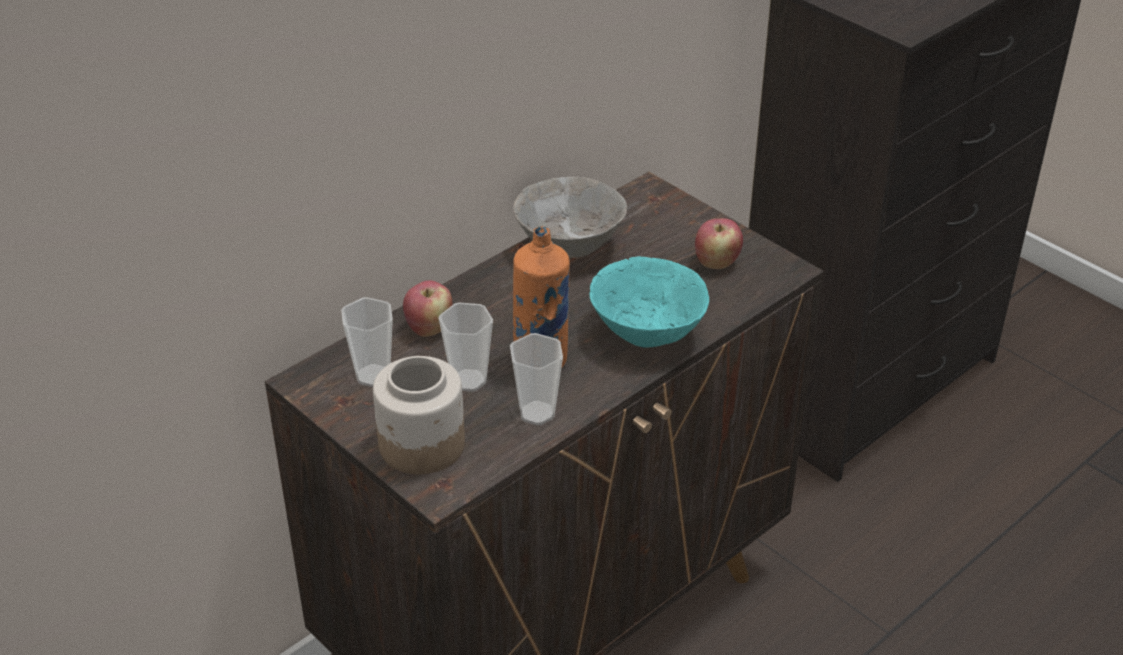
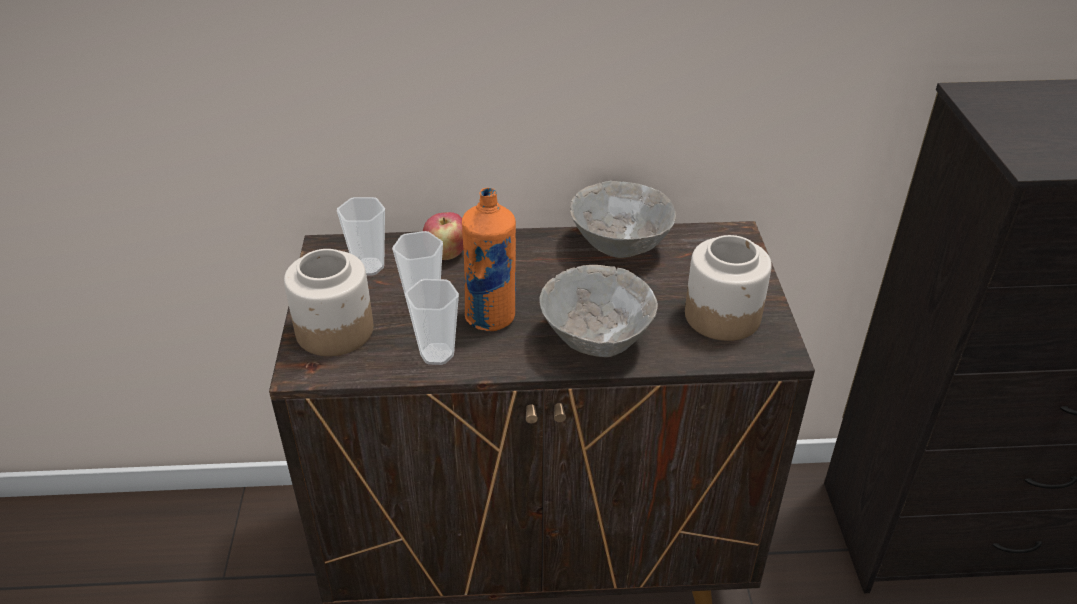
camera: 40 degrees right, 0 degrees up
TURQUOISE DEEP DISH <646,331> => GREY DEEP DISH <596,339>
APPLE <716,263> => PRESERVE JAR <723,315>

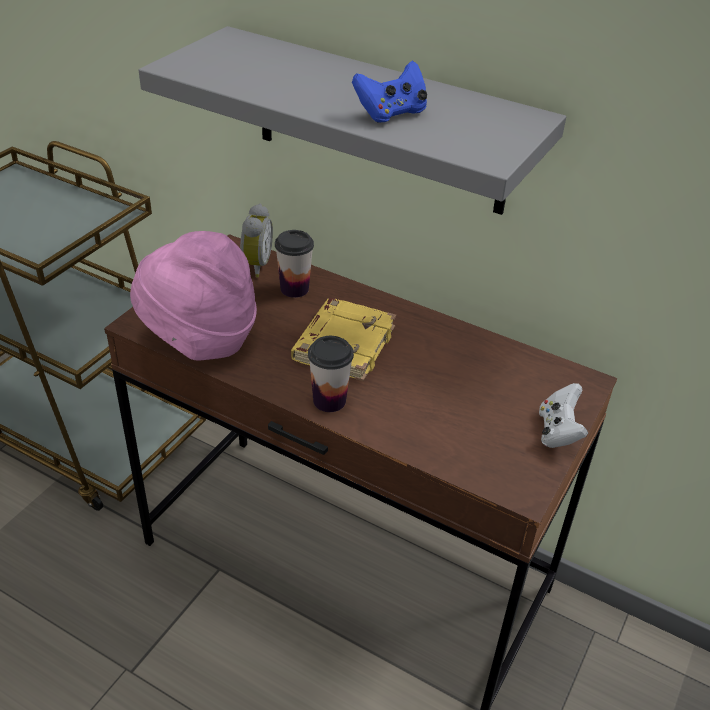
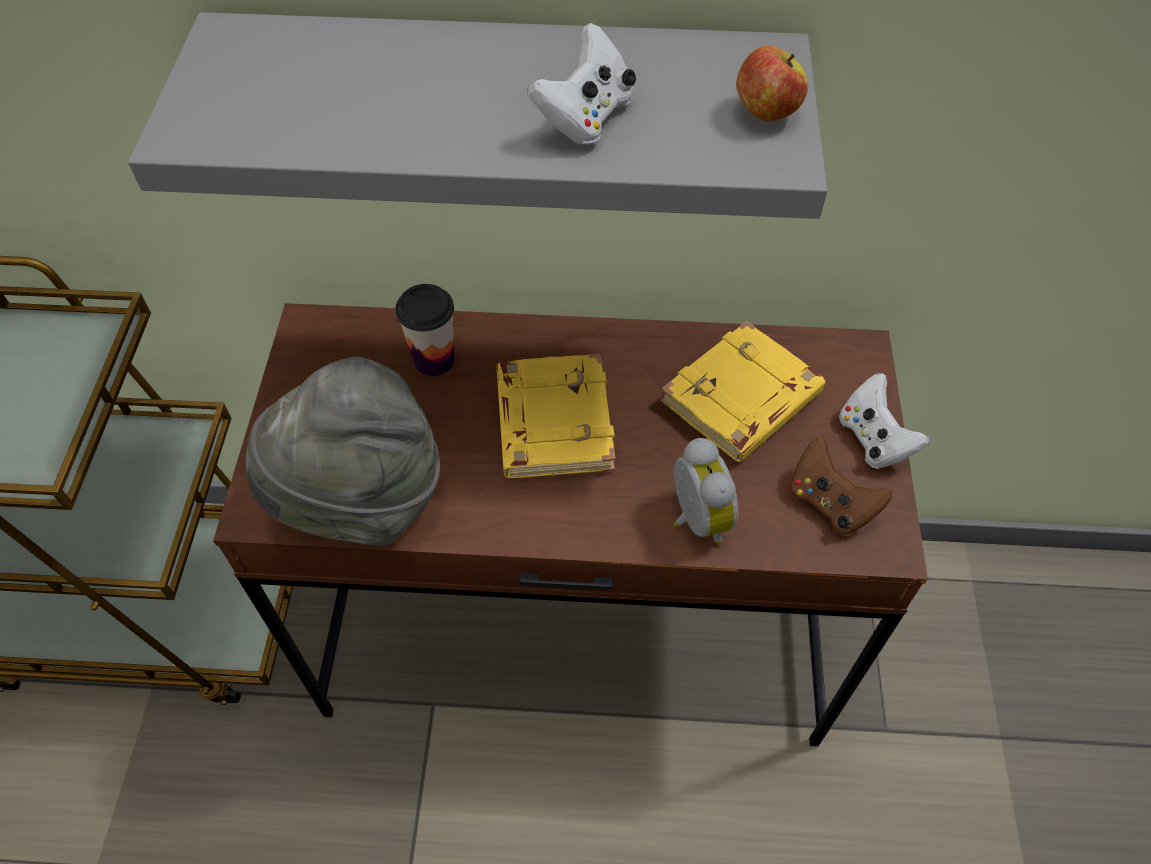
camera: 25 degrees left, 15 degrees up
PINK CLOTHING HAT <199,338> => GREY CLOTHING HAT <360,498>
TABLE CLOCK <254,265> => TABLE CLOCK <694,520>, move
CUP <329,400> => nothing
BLUISH GAME CONTROLLER <391,113> => WHITISH GAME CONTROLLER <585,117>
nothing => YELLOW-COLOURED VOLUME <741,400>
nothing => APPLE <765,112>
nothing => BROWN GAME CONTROLLER <829,503>

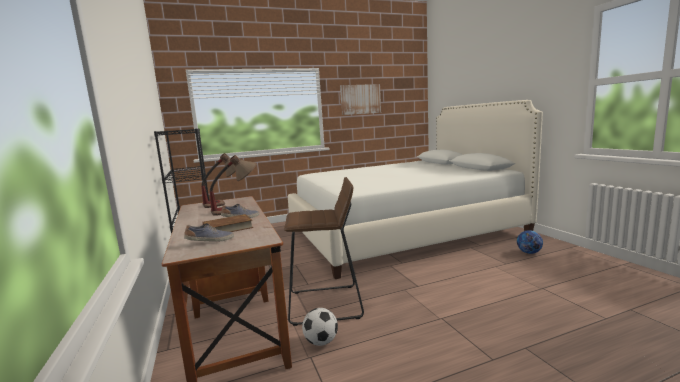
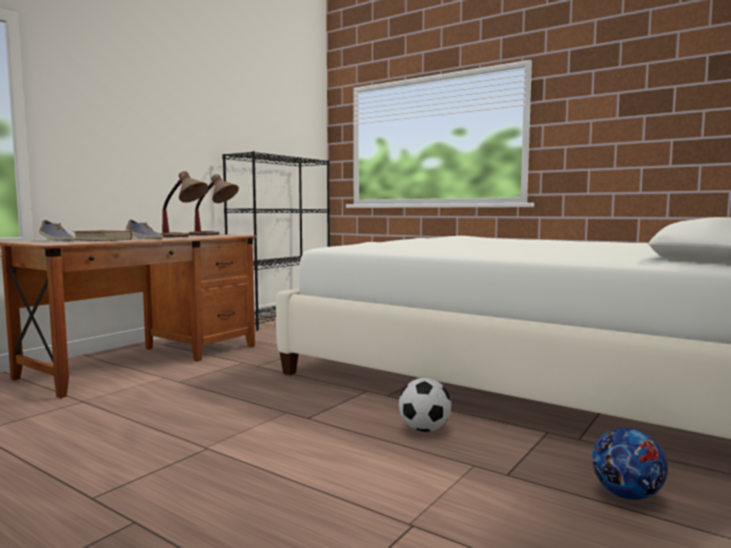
camera: 55 degrees right, 5 degrees down
BROWN STOOL SEAT <326,304> => nothing
BALL FOR FOOTBALL <321,342> => BALL FOR FOOTBALL <424,429>, move
WALL PICTURE <360,99> => nothing

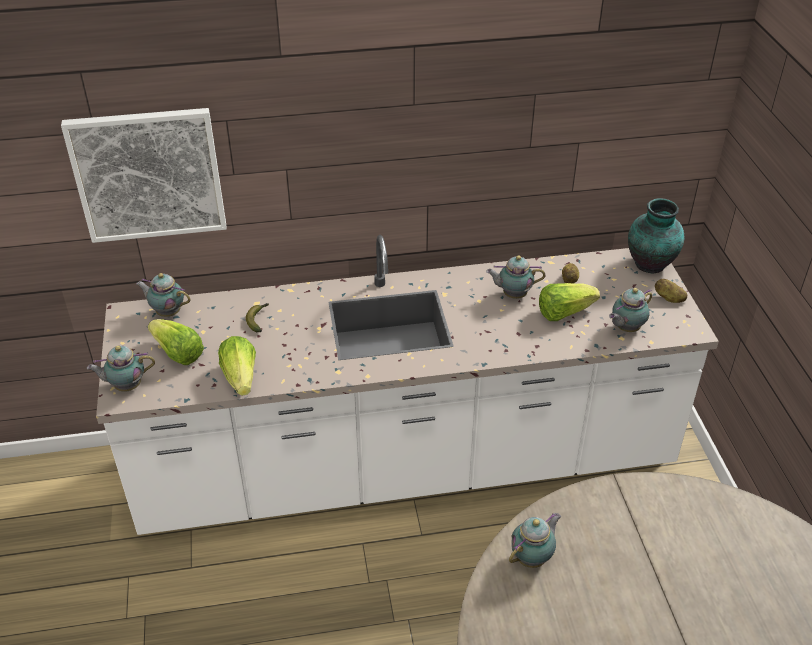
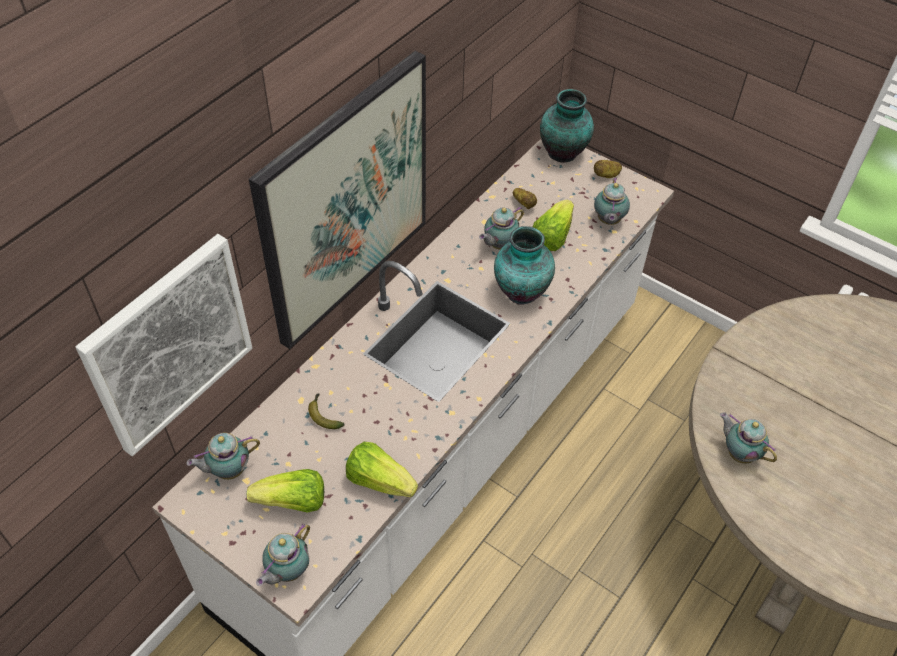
camera: 45 degrees left, 10 degrees up
TEA POT <532,558> => TEA POT <739,453>, 45 degrees counterclockwise
nothing => WALL PICTURE <345,201>
nothing => VASE <520,292>

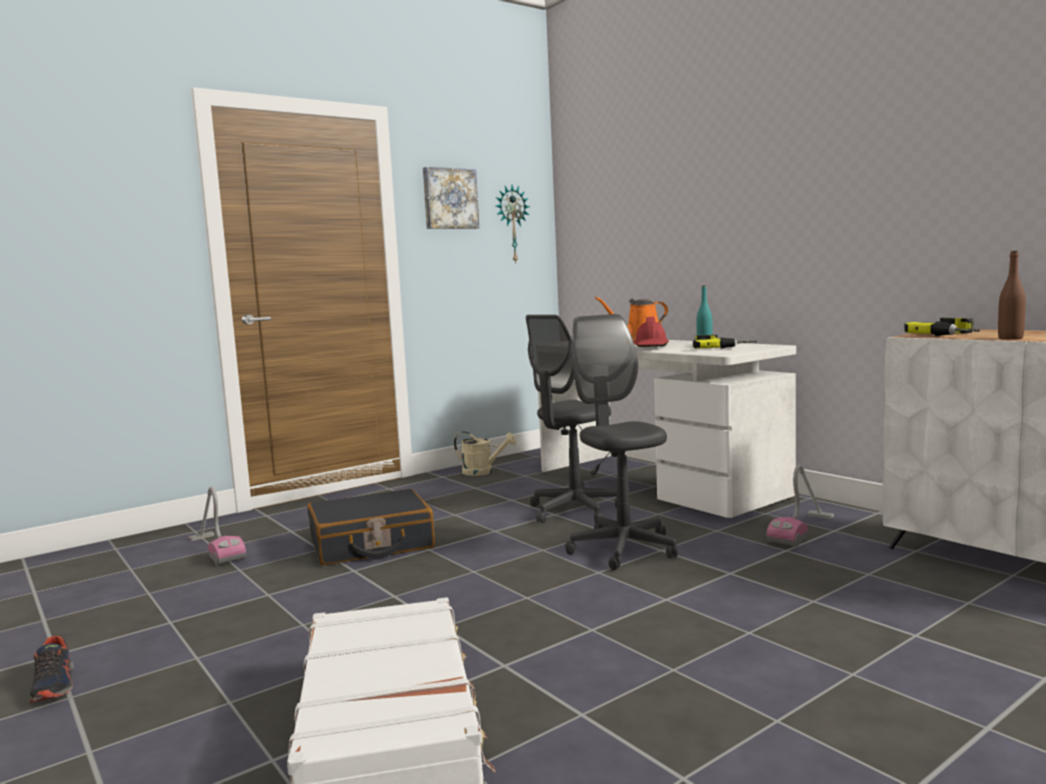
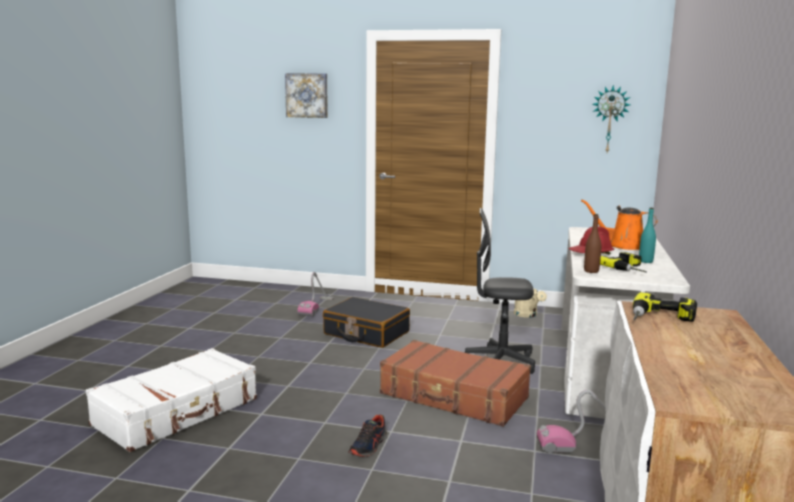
camera: 50 degrees right, 5 degrees up
ITEM OF FOOTWEAR <54,685> => ITEM OF FOOTWEAR <369,446>, move
WALL PICTURE <449,199> => WALL PICTURE <307,95>, move
GREY COMPUTER CHAIR <623,549> => BROWN TRAVEL CASE <453,396>
BROWN BEVERAGE BOTTLE <1010,338> => BROWN BEVERAGE BOTTLE <591,271>, move

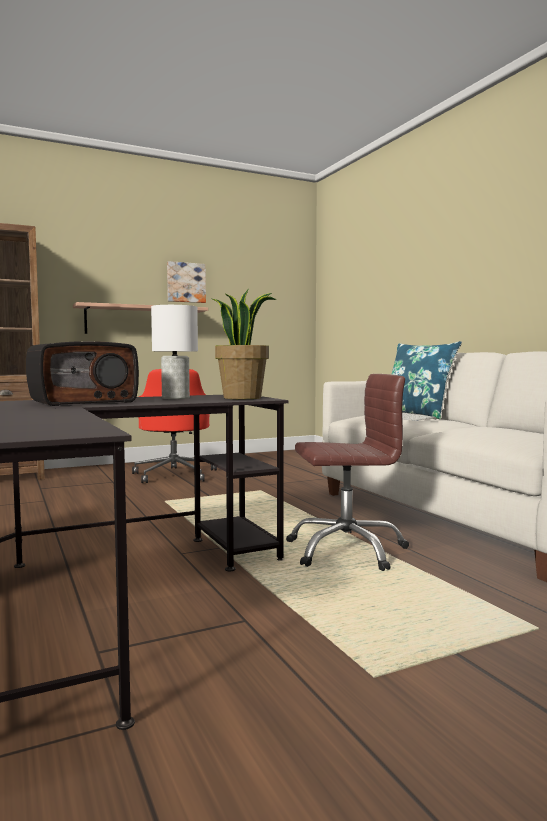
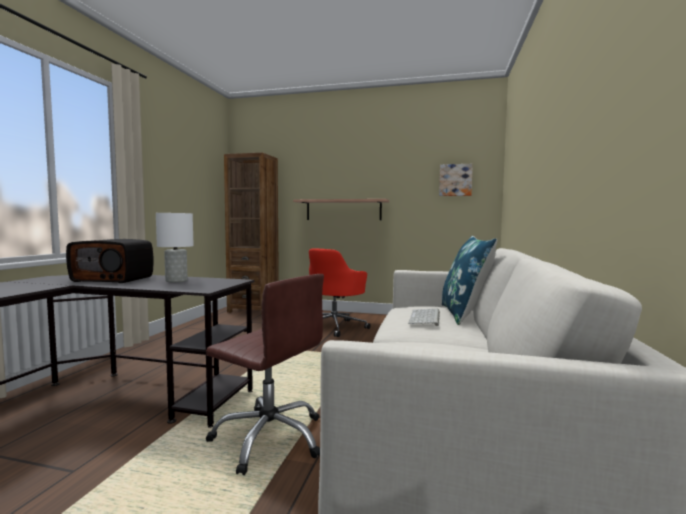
camera: 40 degrees right, 0 degrees up
WALL PICTURE <186,282> => WALL PICTURE <455,180>, move
PLANT IN A POT <242,398> => nothing

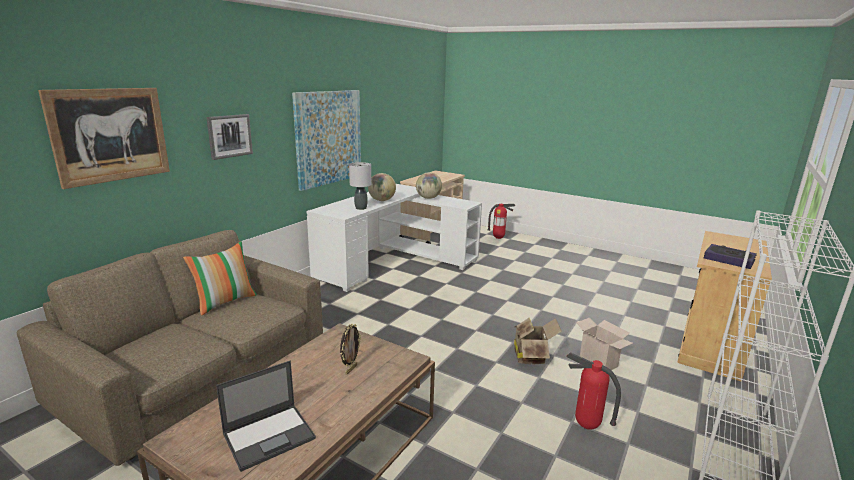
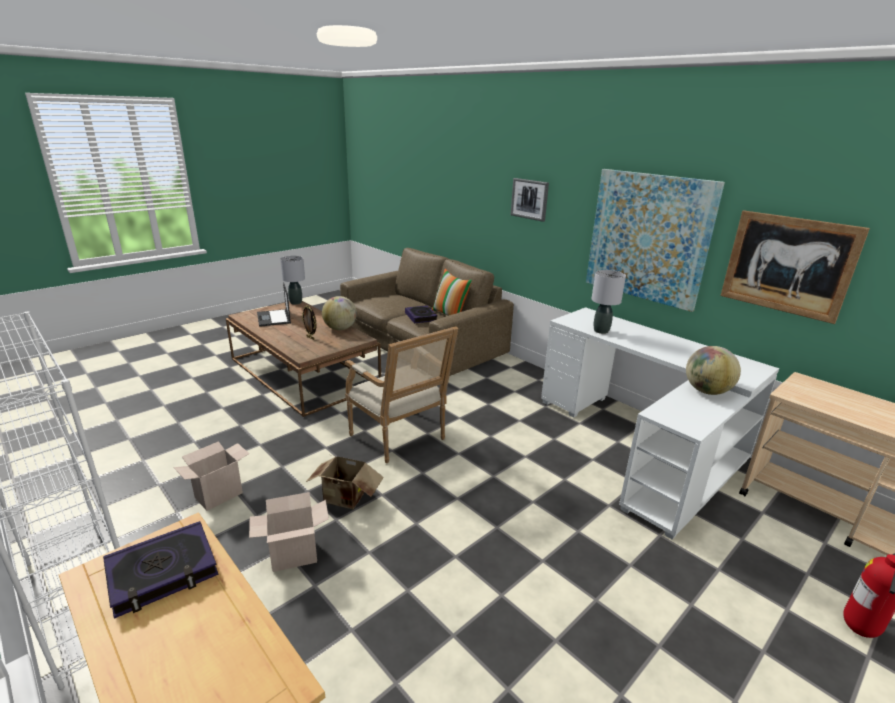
camera: 105 degrees right, 5 degrees up
WALL PICTURE <110,135> => WALL PICTURE <788,265>, move
WORLD GLOBE <381,200> => WORLD GLOBE <340,329>, move
FIRE EXTINGUISHER <586,426> => CARDBOARD BOX <219,494>
nothing => GREY TABLETOP LAMP <296,302>
nothing => ARMCHAIR <401,439>
nothing => VOLUME <421,317>

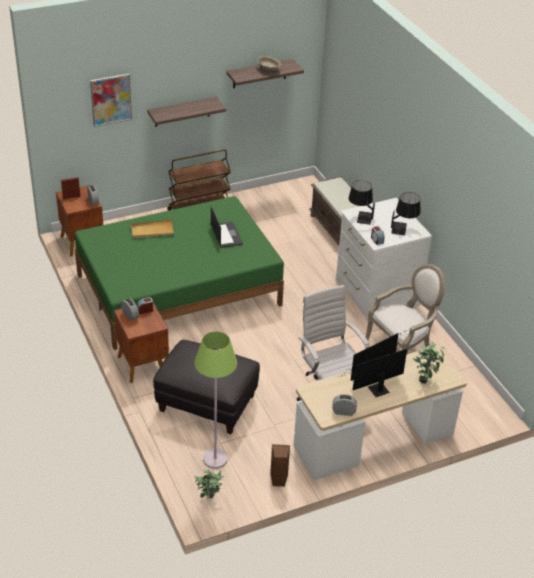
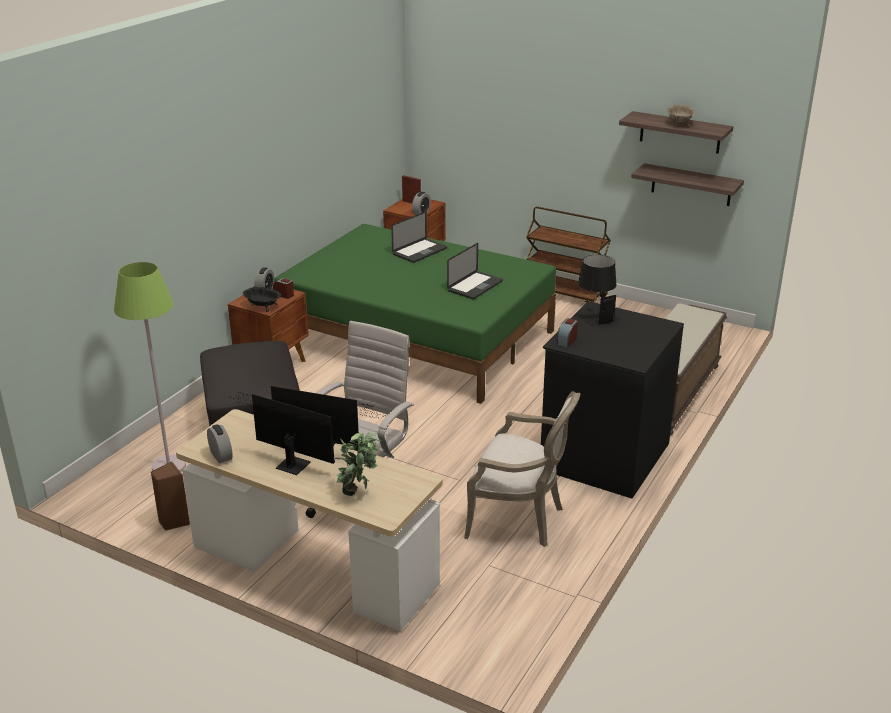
camera: 55 degrees right, 10 degrees down
WALL PICTURE <111,99> => nothing
SAND-COLOURED CARRYING TRAY <152,231> => LAPTOP <419,251>
BRACKET SHELF <182,112> => BRACKET SHELF <691,185>, move
PLANT IN A POT <209,500> => nothing
WHITISH DRAWER CHEST <376,293> => BLACK DRAWER CHEST <603,455>
BLACK TABLETOP LAMP <403,229> => nothing
nothing => BLACK DEEP DISH <263,307>

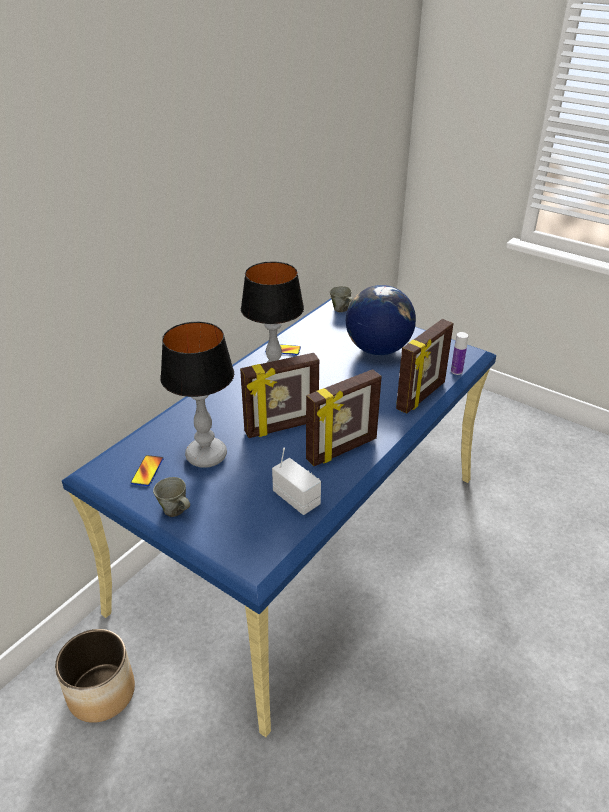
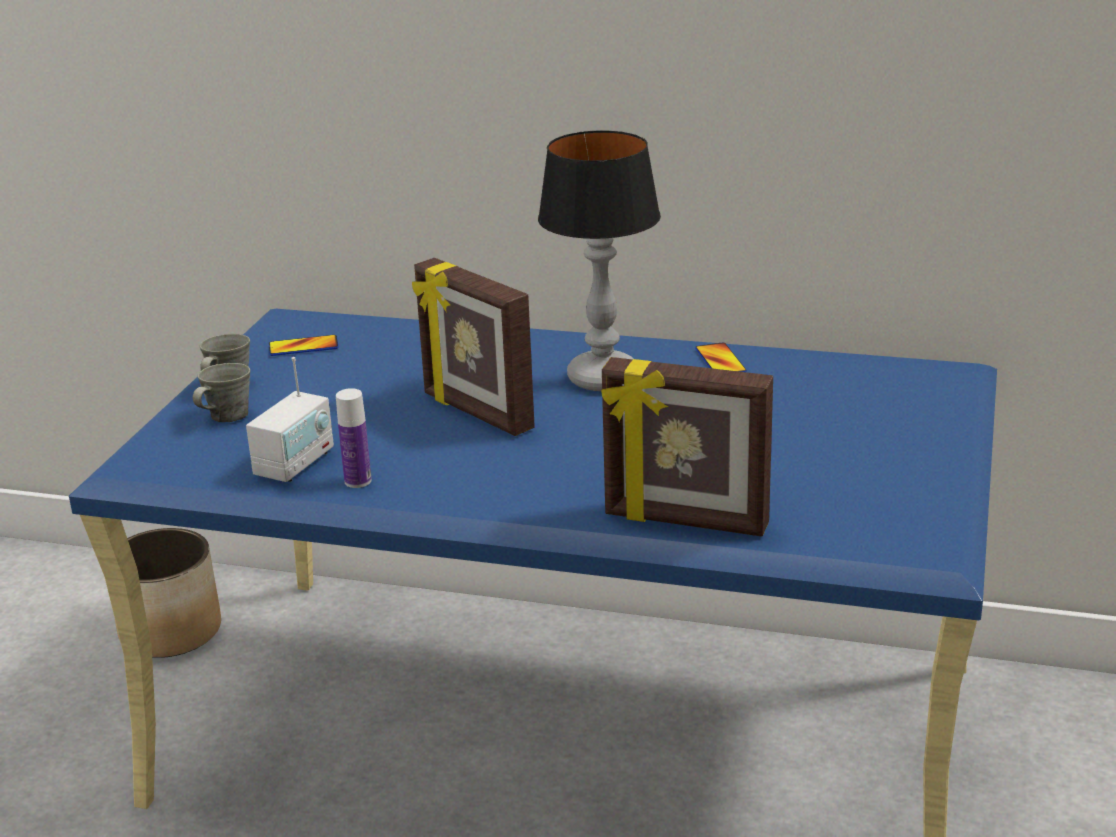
camera: 70 degrees right, 10 degrees down
TABLETOP LAMP <206,456> => nothing
PICTURE FRAME <342,450> => nothing
GREY TEA MUG <341,309> => GREY TEA MUG <227,417>, move
WORLD GLOBE <377,349> => nothing
BEVERAGE BOTTLE <456,371> => BEVERAGE BOTTLE <358,481>, move

